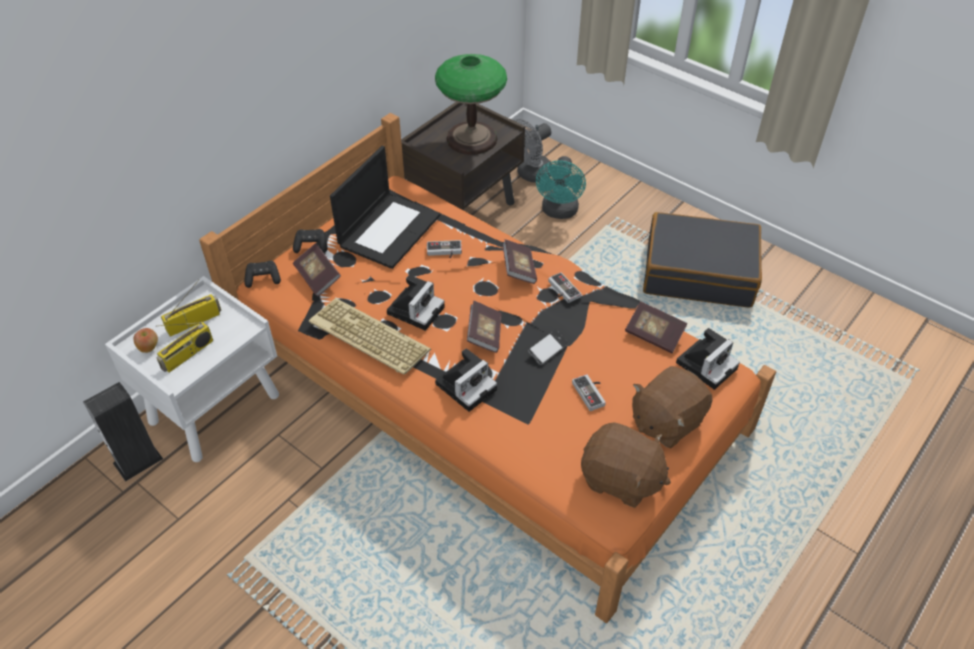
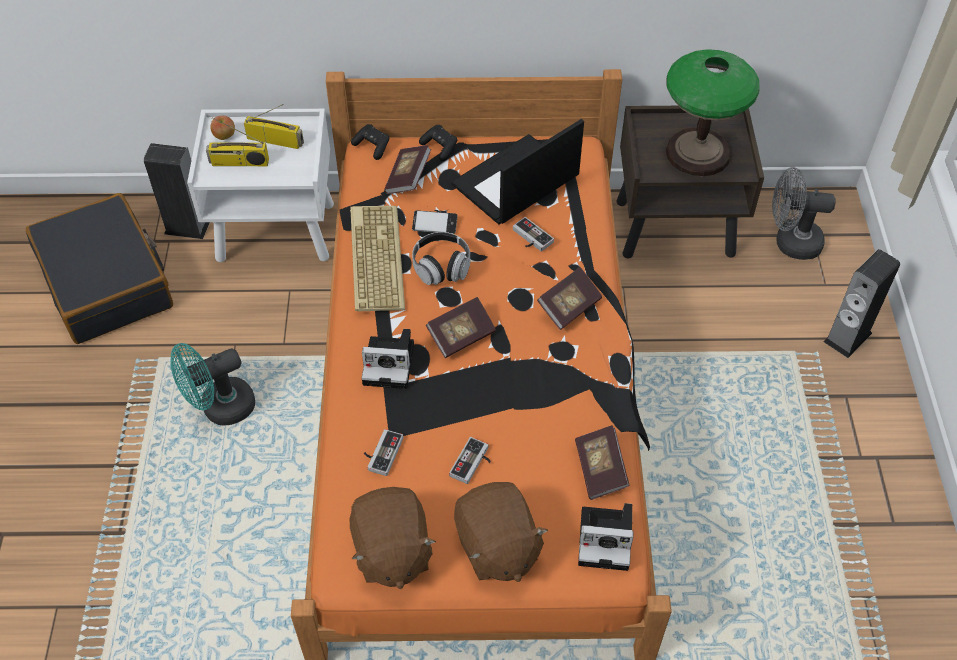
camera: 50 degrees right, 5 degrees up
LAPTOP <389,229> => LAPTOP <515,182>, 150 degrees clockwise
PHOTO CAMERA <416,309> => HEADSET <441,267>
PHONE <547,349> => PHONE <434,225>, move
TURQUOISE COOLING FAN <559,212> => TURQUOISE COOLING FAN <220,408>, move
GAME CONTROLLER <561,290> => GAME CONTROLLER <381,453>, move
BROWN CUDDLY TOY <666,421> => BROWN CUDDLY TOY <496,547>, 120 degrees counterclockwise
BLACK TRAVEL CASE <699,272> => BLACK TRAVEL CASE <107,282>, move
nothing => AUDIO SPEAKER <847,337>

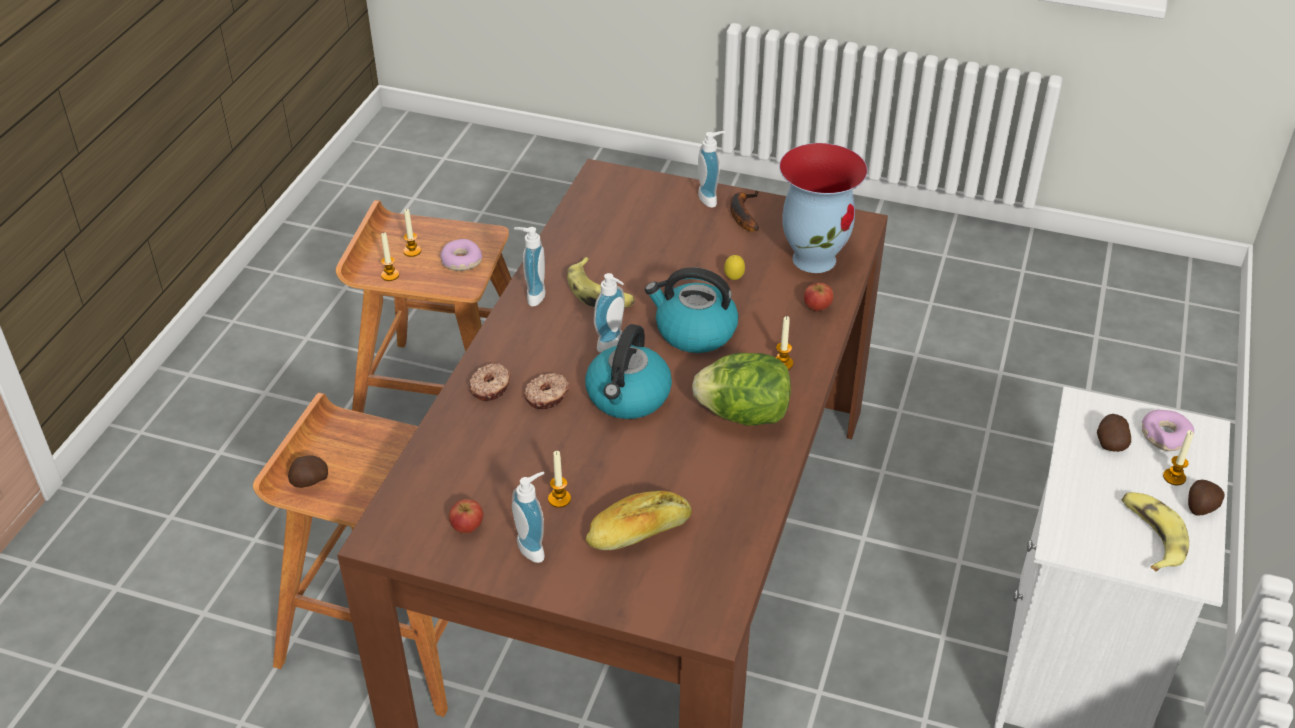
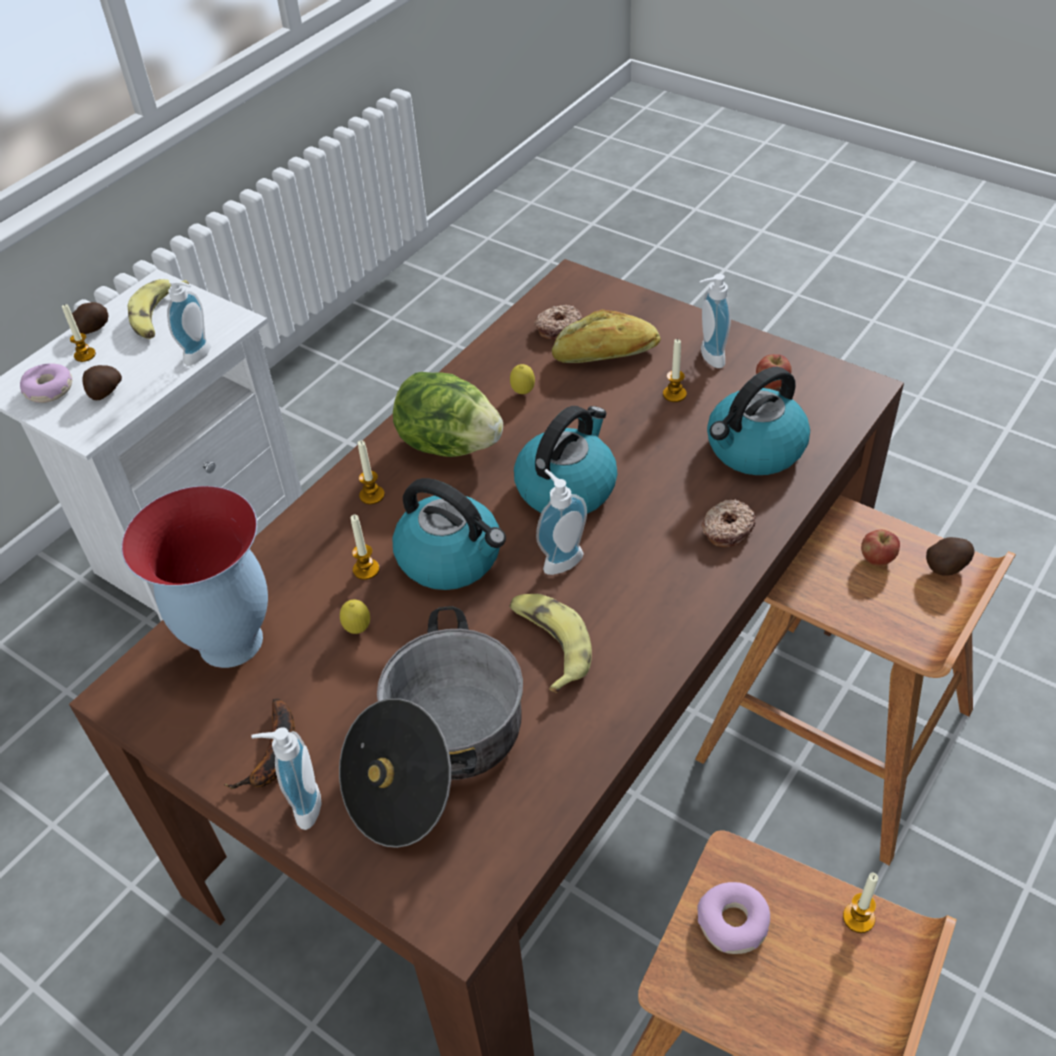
camera: 160 degrees left, 5 degrees up
WAX LIGHT <412,251> => WAX LIGHT <366,569>, move
SOAP DISPENSER <532,295> => SOAP DISPENSER <201,356>, move
RING DOUGHNUT <547,396> => RING DOUGHNUT <558,327>, move
APPLE <817,307> => APPLE <877,559>, move
nothing => STOCKPOT <436,753>
nothing => WHOLE LEMON <523,393>
nothing => WATER KETTLE <754,449>

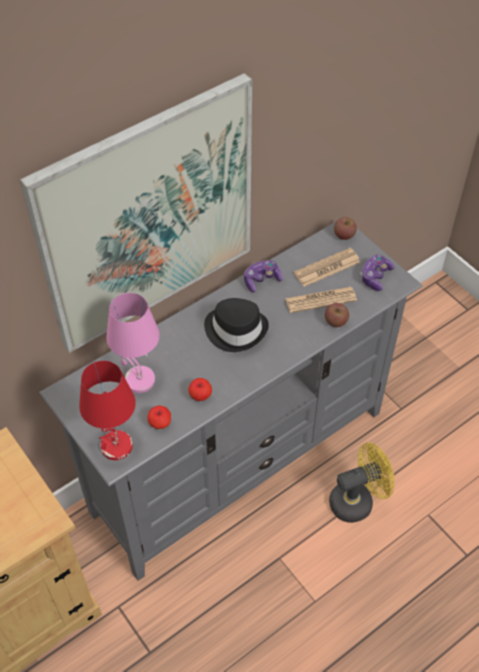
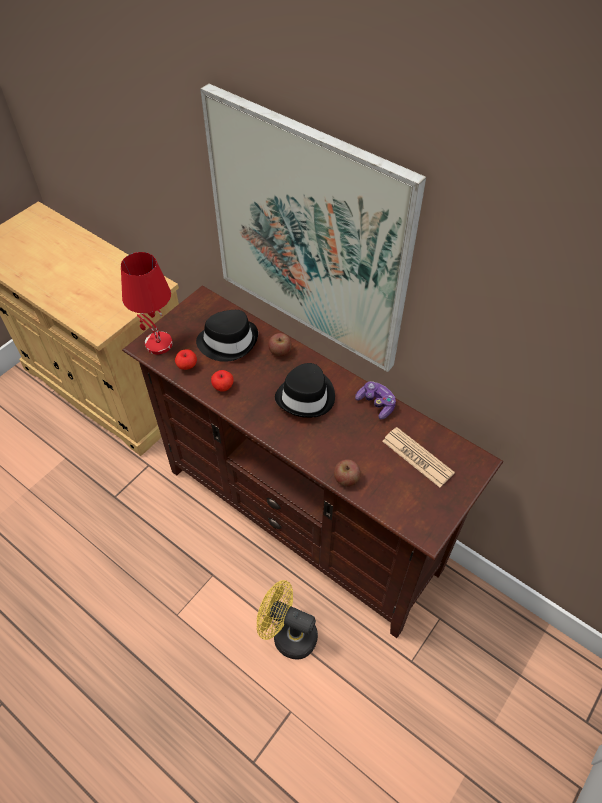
camera: 75 degrees right, 0 degrees up
GREY MEDIA CONSOLE <239,459> => BROWN MEDIA CONSOLE <302,518>
PINK TABLETOP LAMP <138,380> => BLACK CLOTHING HAT <228,341>
PRINTED PAPER <320,300> => nothing
YELLOW-COLOURED COOLING FAN <357,500> => YELLOW-COLOURED COOLING FAN <288,634>, 150 degrees clockwise
APPLE <344,235> => APPLE <280,351>, move
GAME CONTROLLER <375,277> => nothing

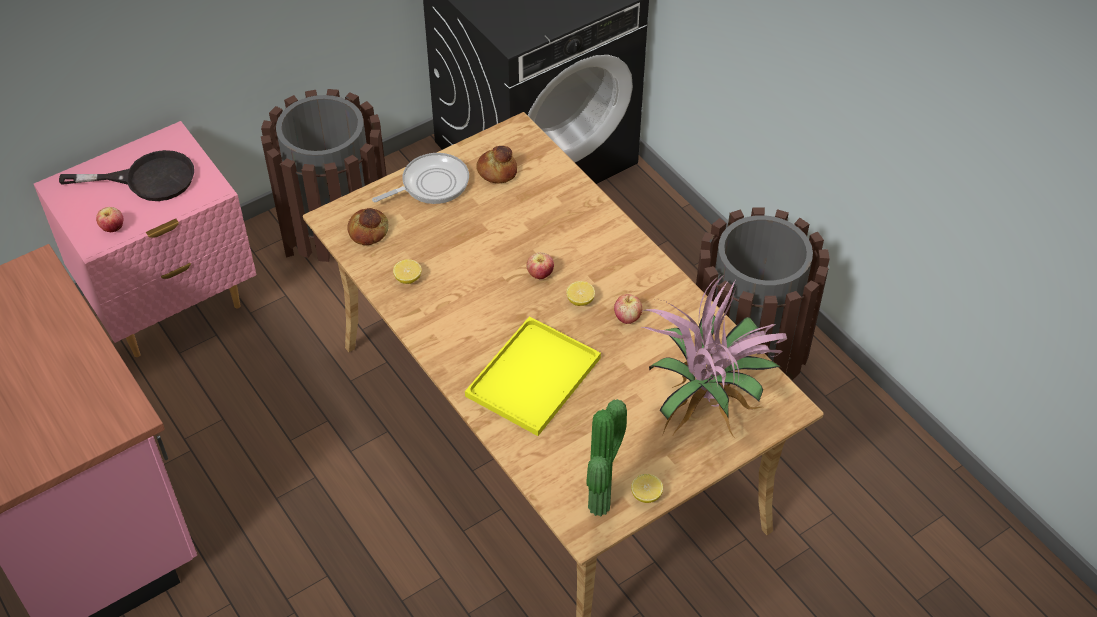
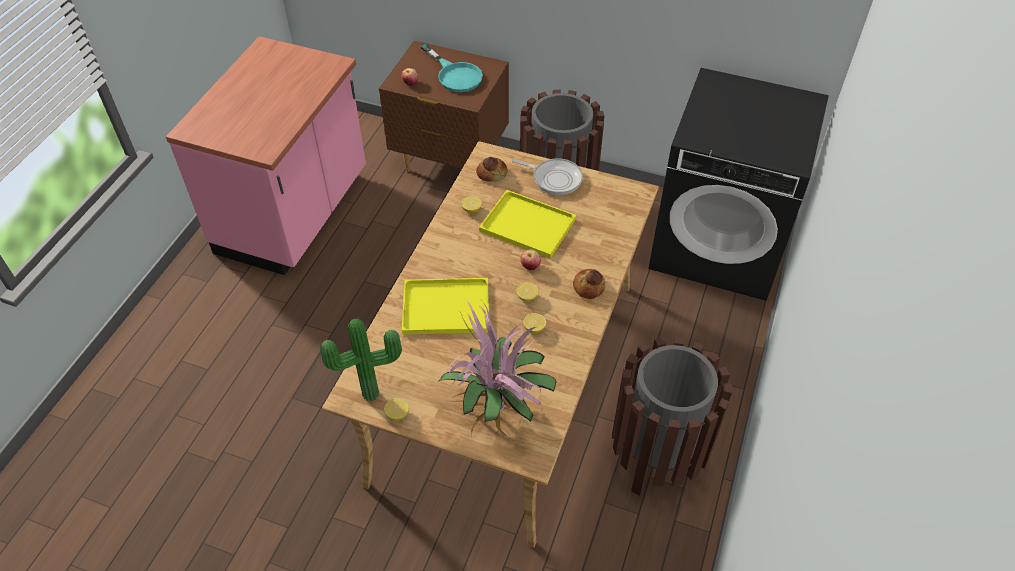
camera: 55 degrees right, 0 degrees up
PINK BEDSIDE TABLE <172,306> => BROWN BEDSIDE TABLE <450,163>
BLACK SKILLET <147,179> => TURQUOISE SKILLET <455,75>
BAKED BREAD <496,171> => BAKED BREAD <588,287>, move
APPLE <627,317> => WHOLE LEMON <534,328>
nothing => YELLOW-COLOURED CARRYING TRAY <529,225>

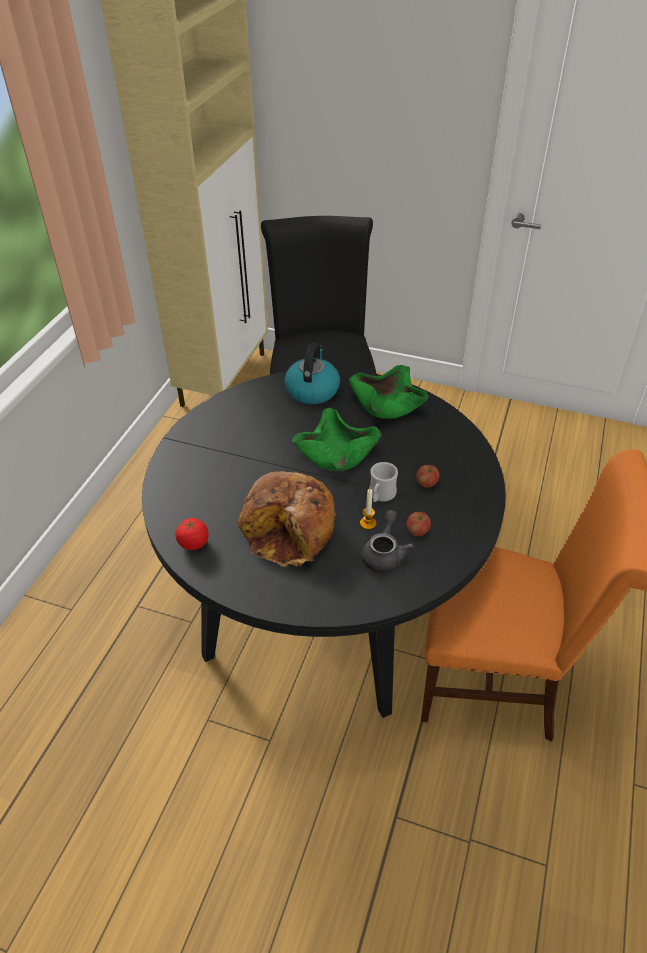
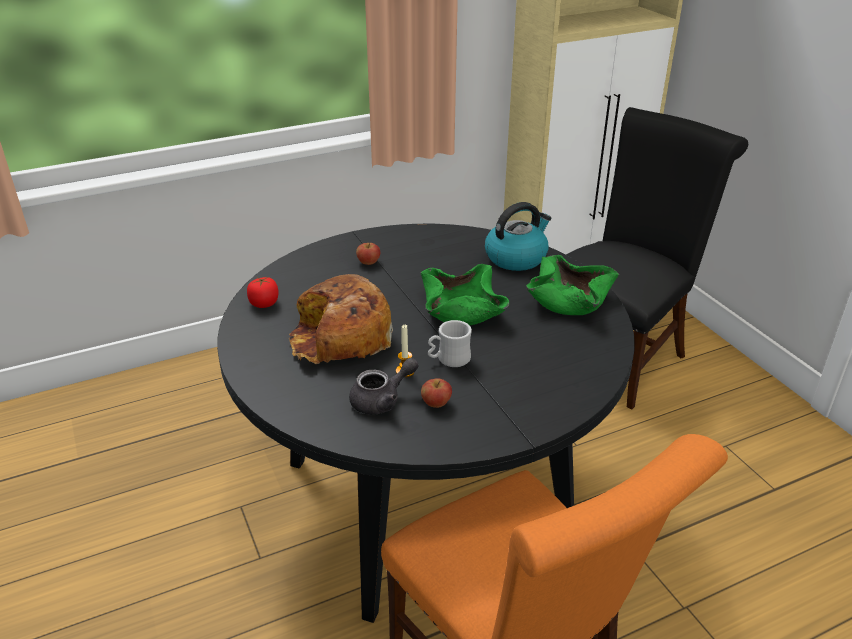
camera: 45 degrees right, 10 degrees down
APPLE <426,483> => APPLE <368,262>, move

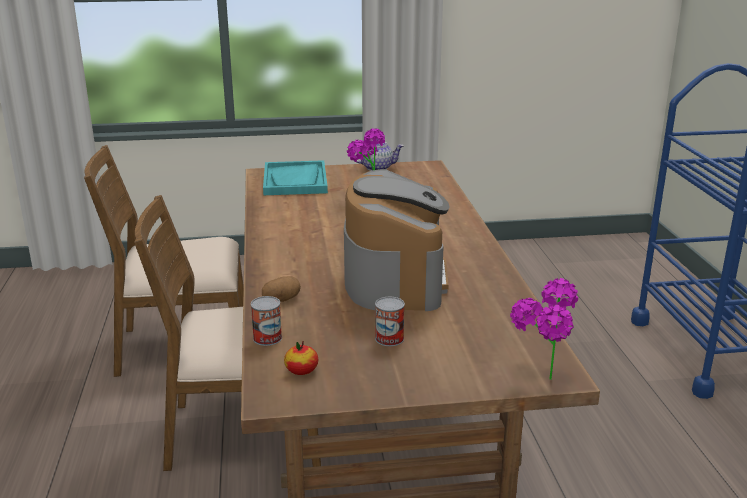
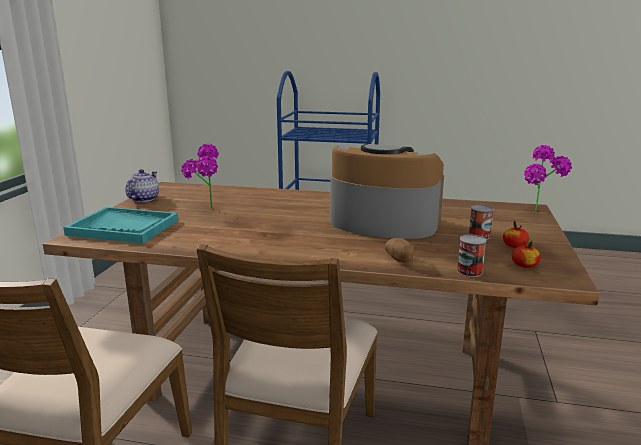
camera: 70 degrees left, 5 degrees down
nothing => APPLE <514,246>

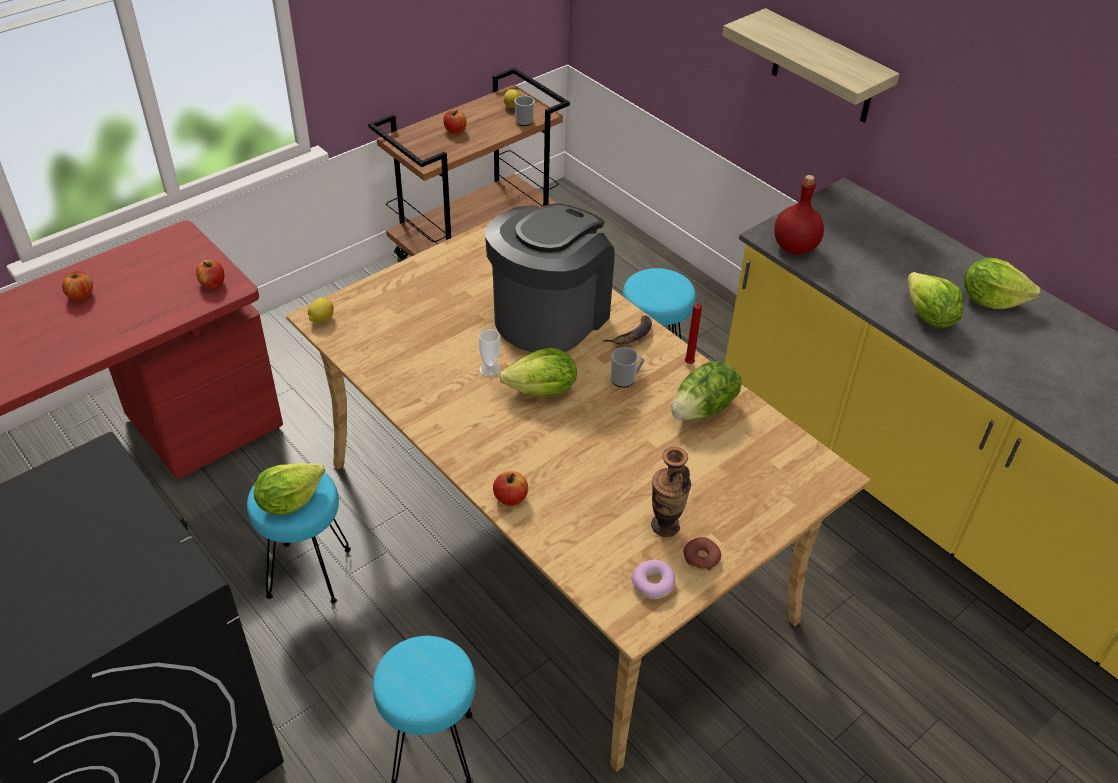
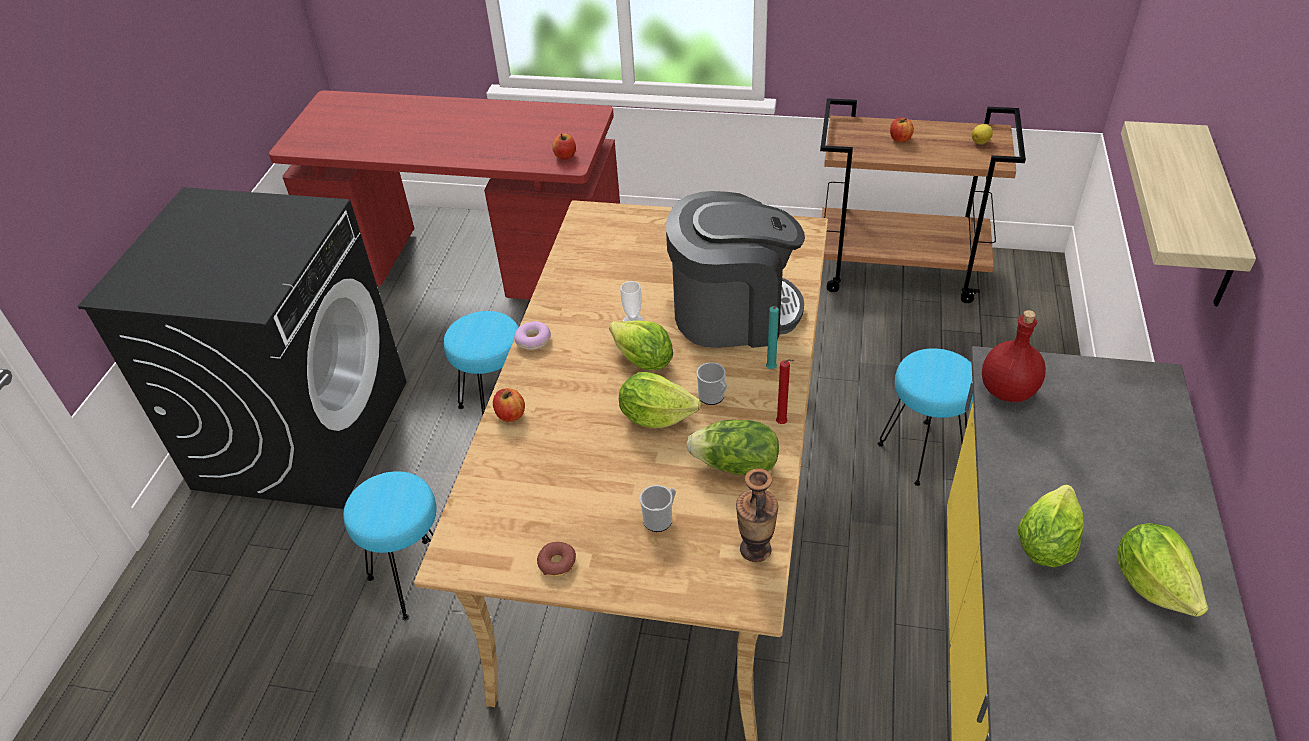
camera: 55 degrees right, 0 degrees up
APPLE <80,295> => nothing
LETTUCE <289,501> => LETTUCE <655,416>, move
WHOLE LEMON <321,319> => nothing
TEA MUG <524,120> => TEA MUG <660,519>, move
BANANA <631,335> => TURQUOISE WAX LIGHT <771,370>
RING DOUGHNUT <653,584> => RING DOUGHNUT <533,340>, move
VASE <665,525> => VASE <755,549>, move

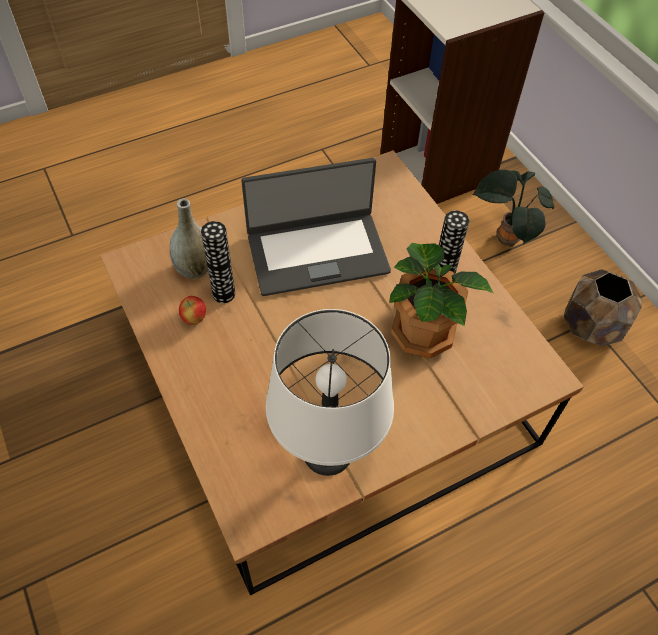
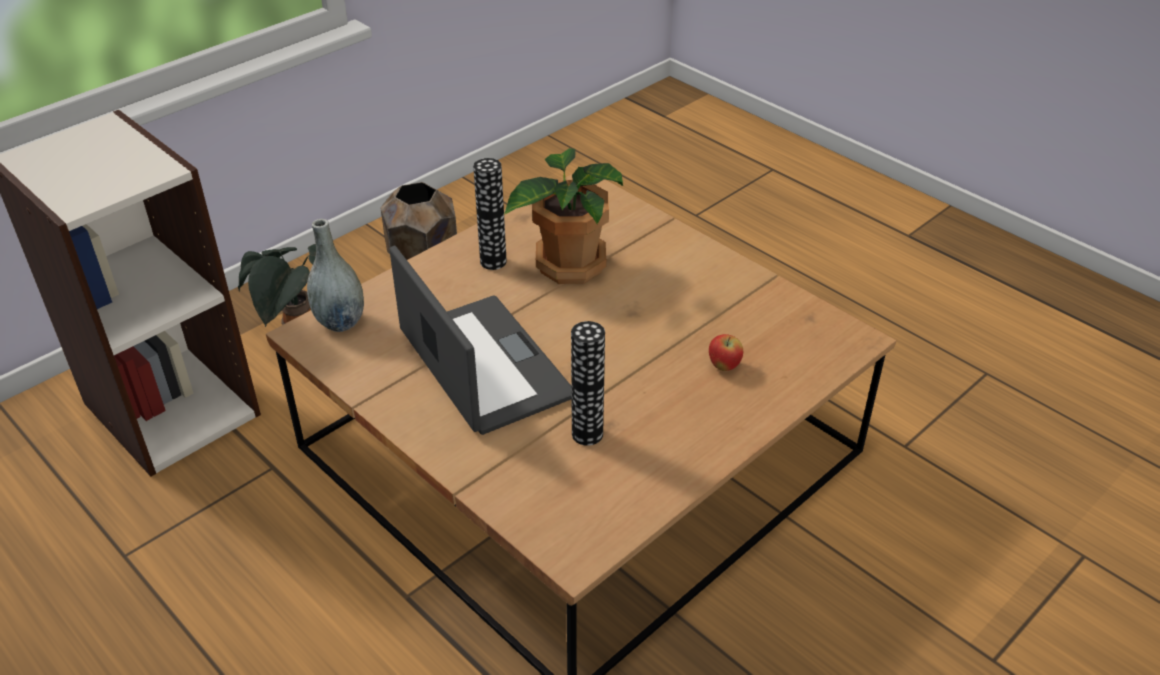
camera: 105 degrees left, 15 degrees down
GREY VASE <195,269> => GREY VASE <340,322>, move
APPLE <194,319> => APPLE <724,366>, move
WHITISH TABLETOP LAMP <326,451> => nothing

